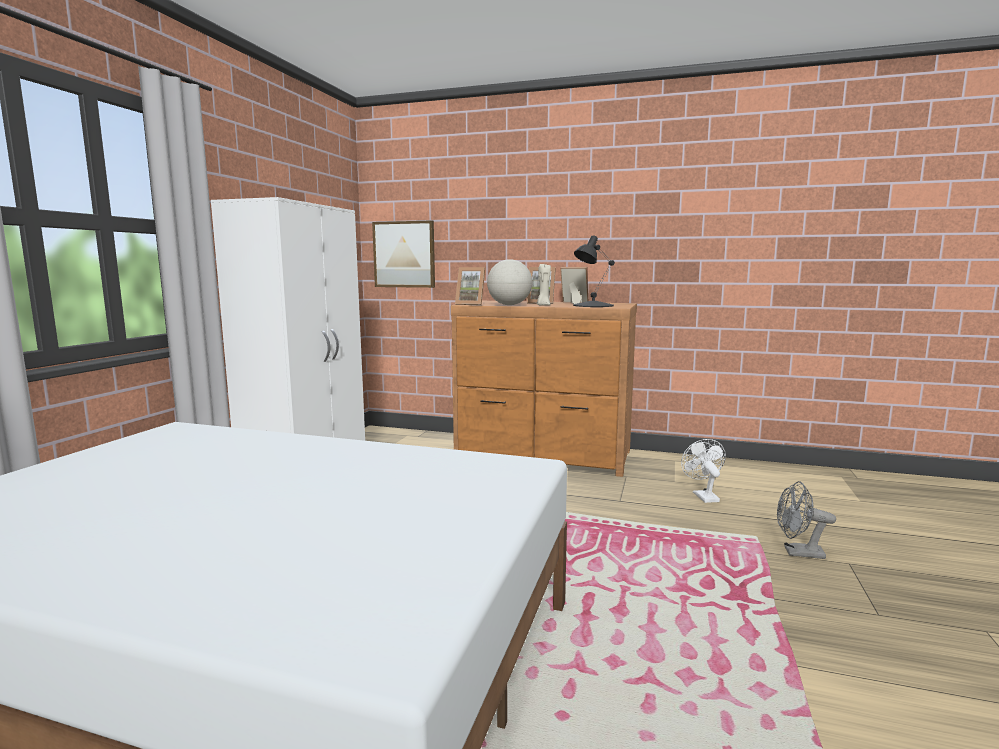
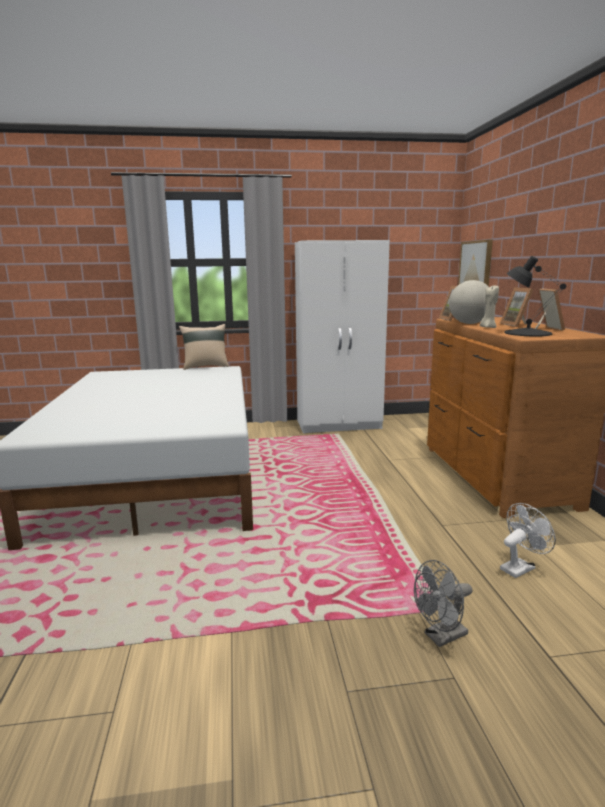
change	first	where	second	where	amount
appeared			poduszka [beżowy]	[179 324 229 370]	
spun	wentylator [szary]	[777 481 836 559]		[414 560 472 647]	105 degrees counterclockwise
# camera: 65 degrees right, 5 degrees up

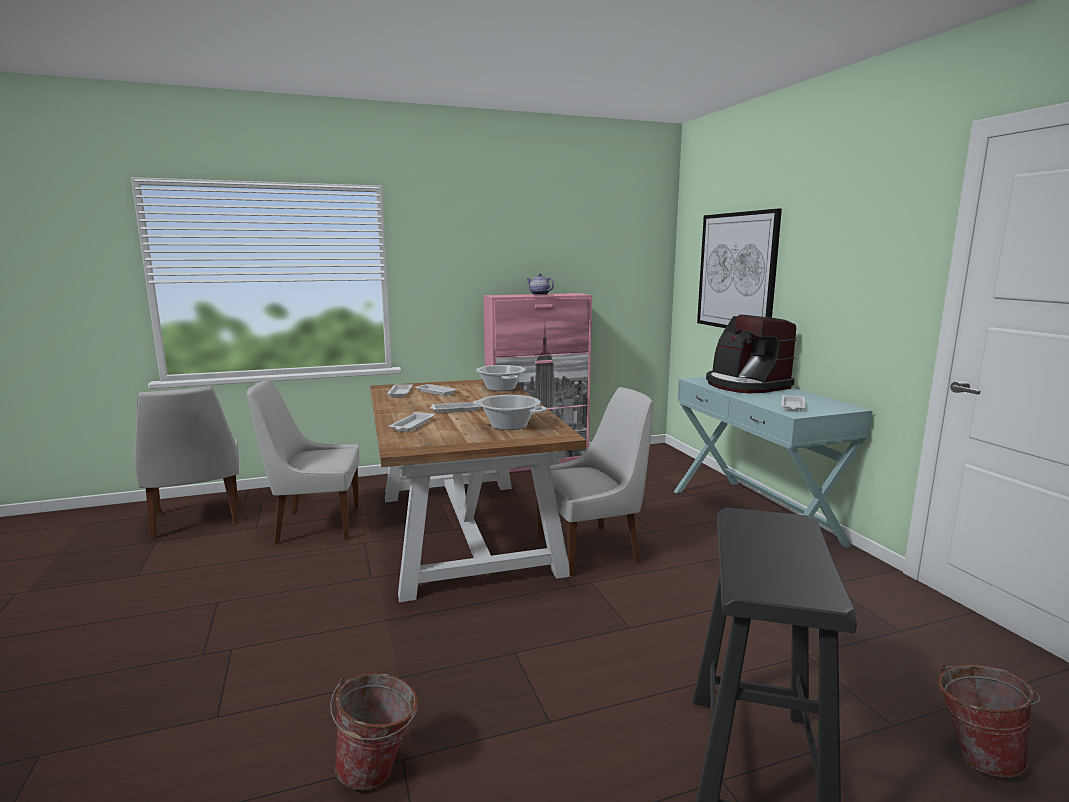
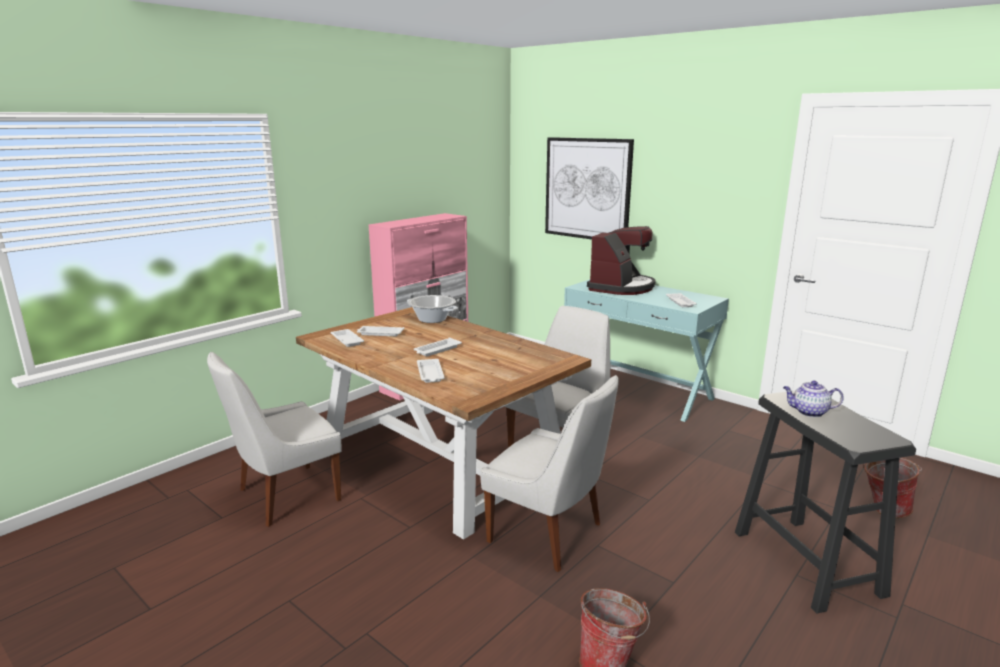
change	first	where	second	where	amount
relocated	krzesło [biały]	[134 387 239 539]		[480 375 619 572]	
spun	ekspres do kawy	[706 314 796 393]		[587 226 656 295]	90 degrees counterclockwise
relocated	imbryk	[527 274 554 295]		[783 381 843 417]	
missing	garnek	[473 395 547 430]			
# camera: 30 degrees left, 5 degrees up

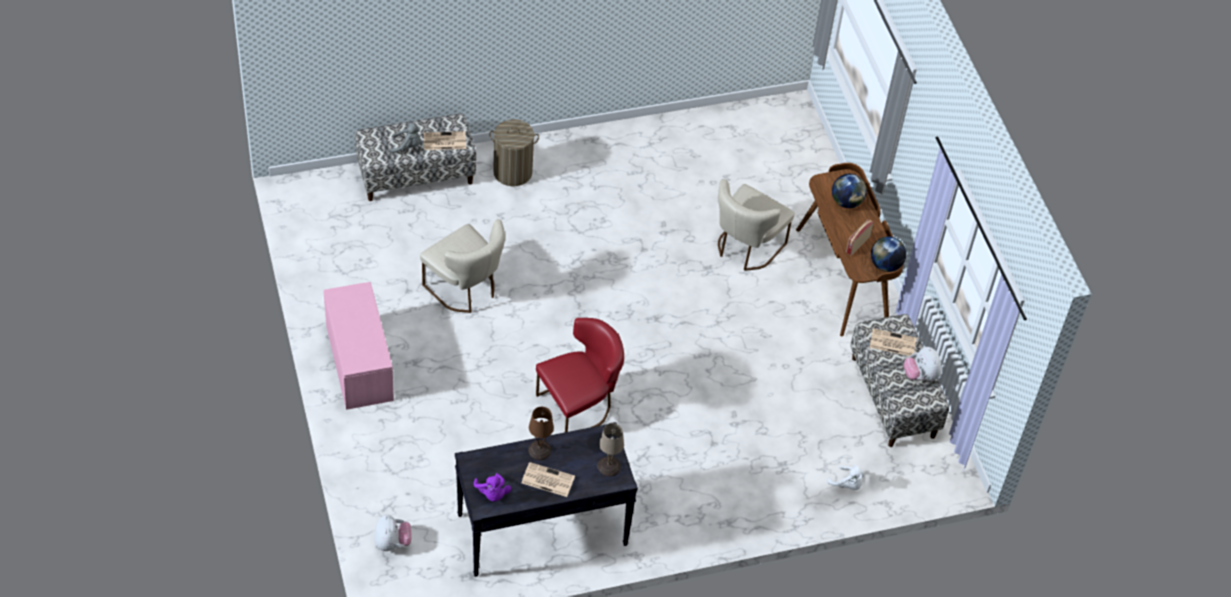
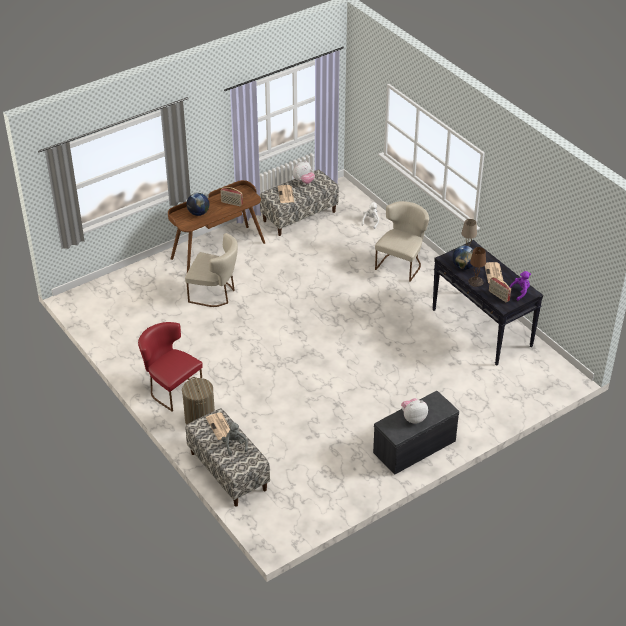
change	first	where	second	where	amount
relocated	krzesło [czerwony]	[536 318 624 432]		[138 322 202 412]	
colour	ławka [różowy]	[324 282 394 410]	ławka [szary]	[373 391 459 475]	
relocated	krzesło [beżowy]	[420 219 505 313]		[375 201 429 282]	
relocated	pluszak	[374 515 412 551]		[401 398 428 423]	
relocated	globus	[871 236 906 272]		[452 245 473 270]	
appeared			radio	[489 277 511 302]	
# camera: 105 degrees left, 10 degrees down

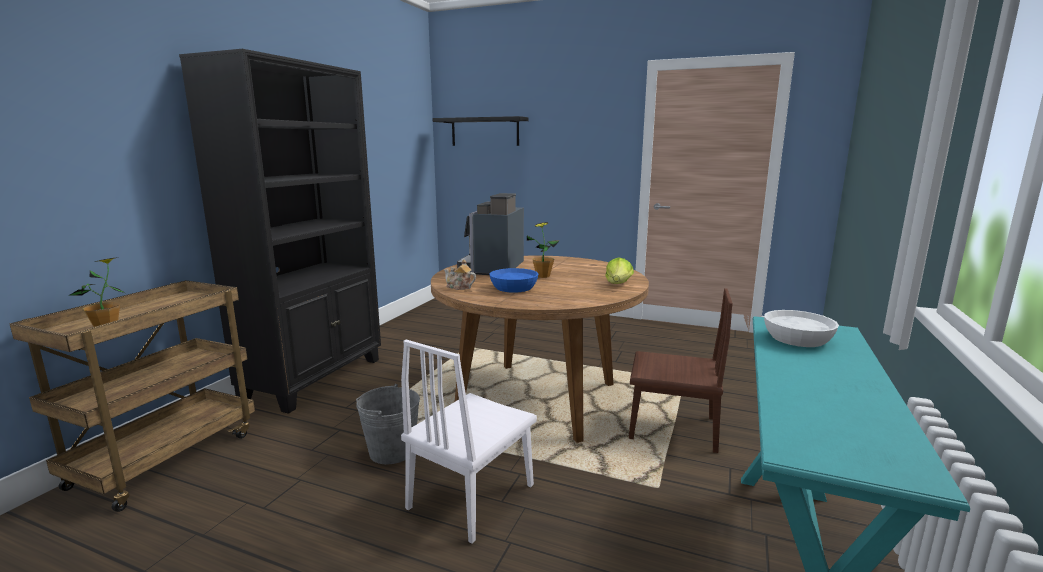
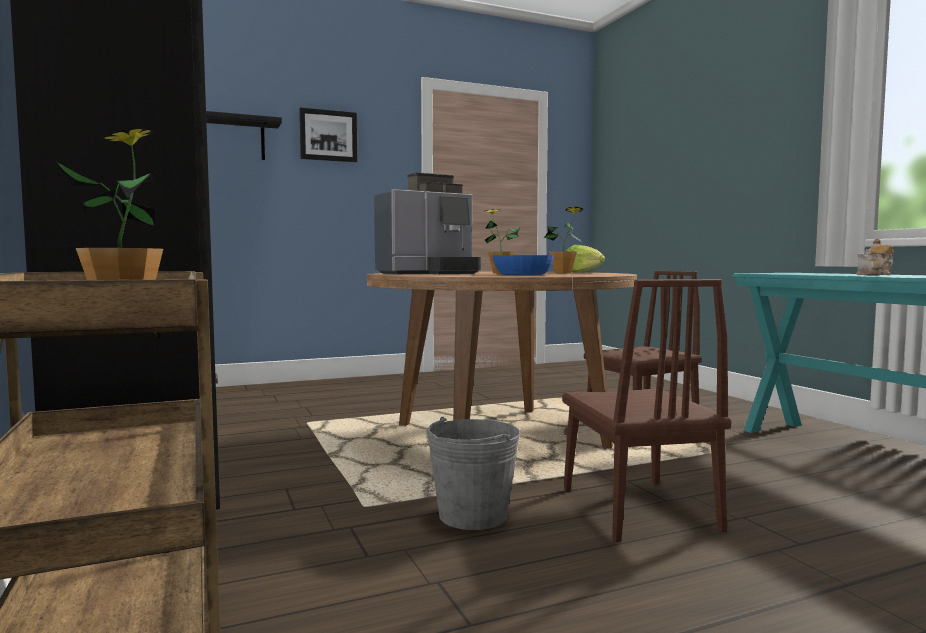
change	first	where	second	where	amount
appeared			obraz	[299 108 357 162]	
spun	ekspres do kawy	[457 193 524 275]		[374 172 481 274]	90 degrees counterclockwise
appeared			roślina doniczkowa	[544 207 584 274]	
colour	krzesło [biały]	[401 340 537 544]	krzesło [brązowy]	[562 279 731 542]	
relocated	imbryk	[444 259 476 290]		[856 238 894 275]	
missing	miska [biały]	[764 310 839 347]			
# camera: 45 degrees left, 10 degrees down

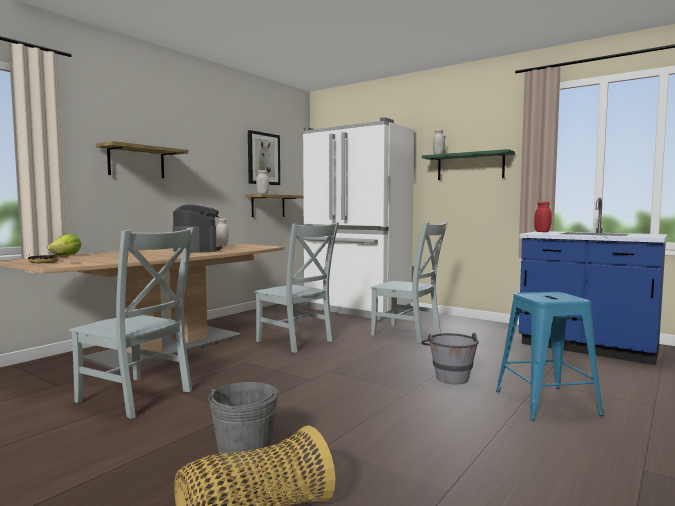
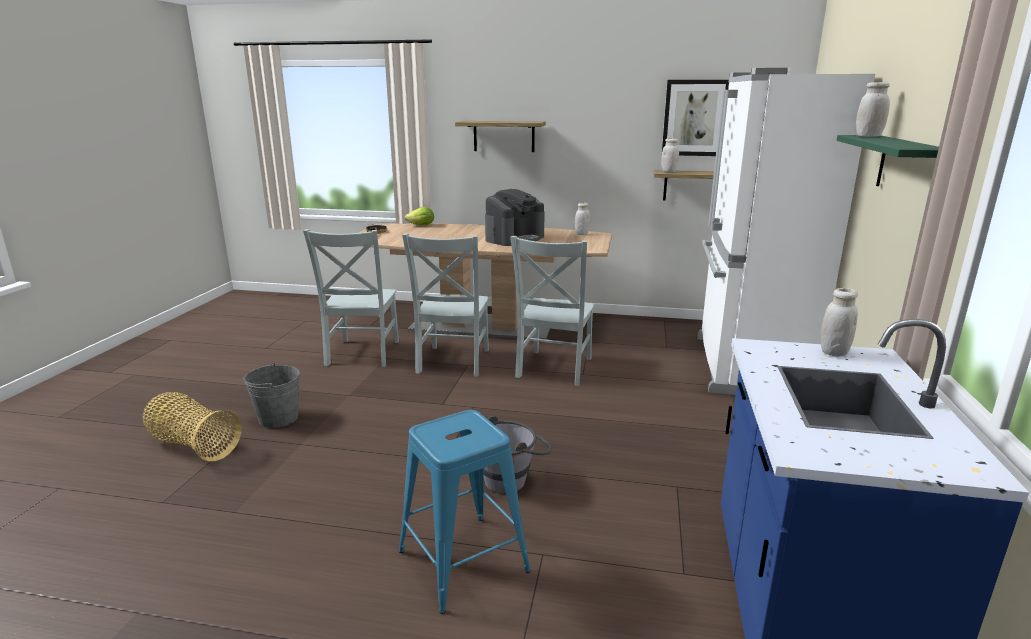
change	first	where	second	where	amount
relocated	krzesło [szary]	[371 221 448 343]		[402 233 489 377]	
colour	słoik [czerwony]	[534 202 552 232]	słoik [biały]	[821 288 858 356]	
# camera: 65 degrees right, 15 degrees up

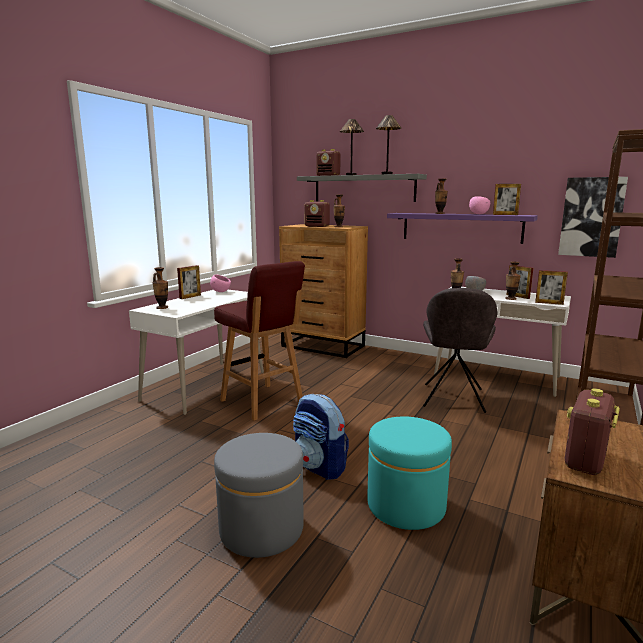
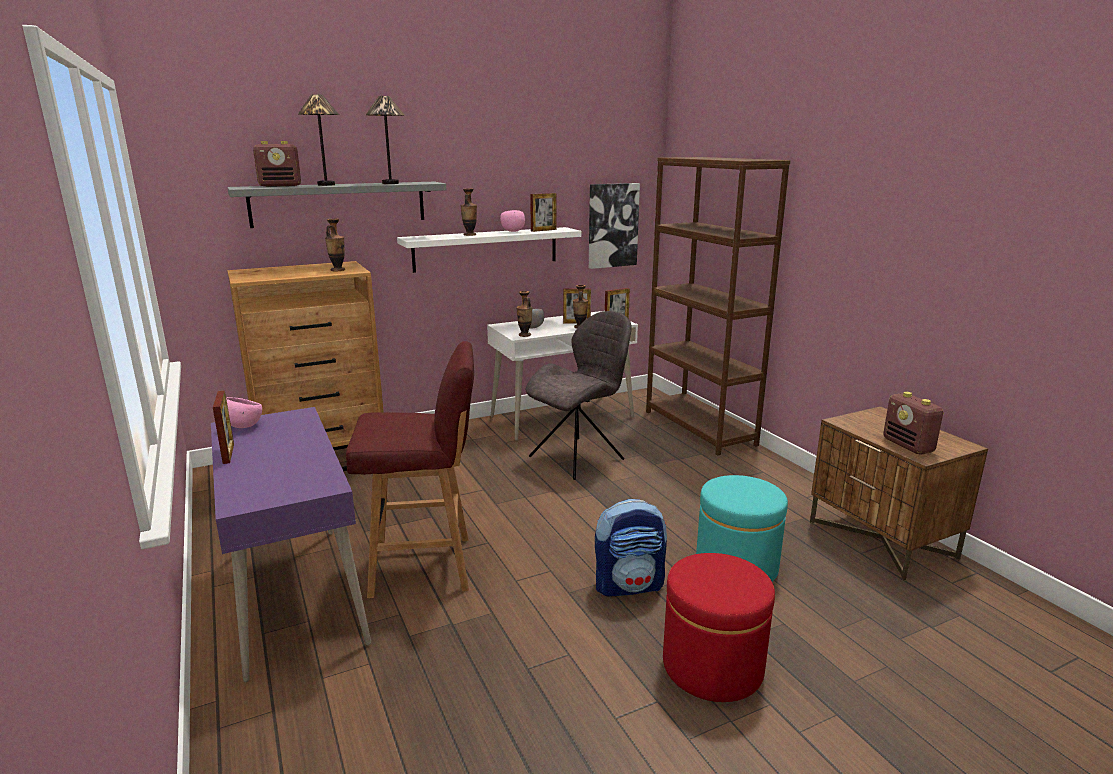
change	first	where	second	where	amount
colour	biurko [biały]	[129 290 264 415]	biurko [fioletowy]	[211 407 371 682]	
colour	półka [fioletowy]	[387 213 538 244]	półka [biały]	[397 227 581 273]	
spun	krzesło [szary]	[423 288 497 413]		[526 311 632 480]	90 degrees counterclockwise
colour	pufa [szary]	[214 433 304 558]	pufa [czerwony]	[663 553 775 702]	
missing	wazon	[152 267 168 309]			
missing	radio	[304 200 330 227]			
# camera: 55 degrees left, 5 degrees up

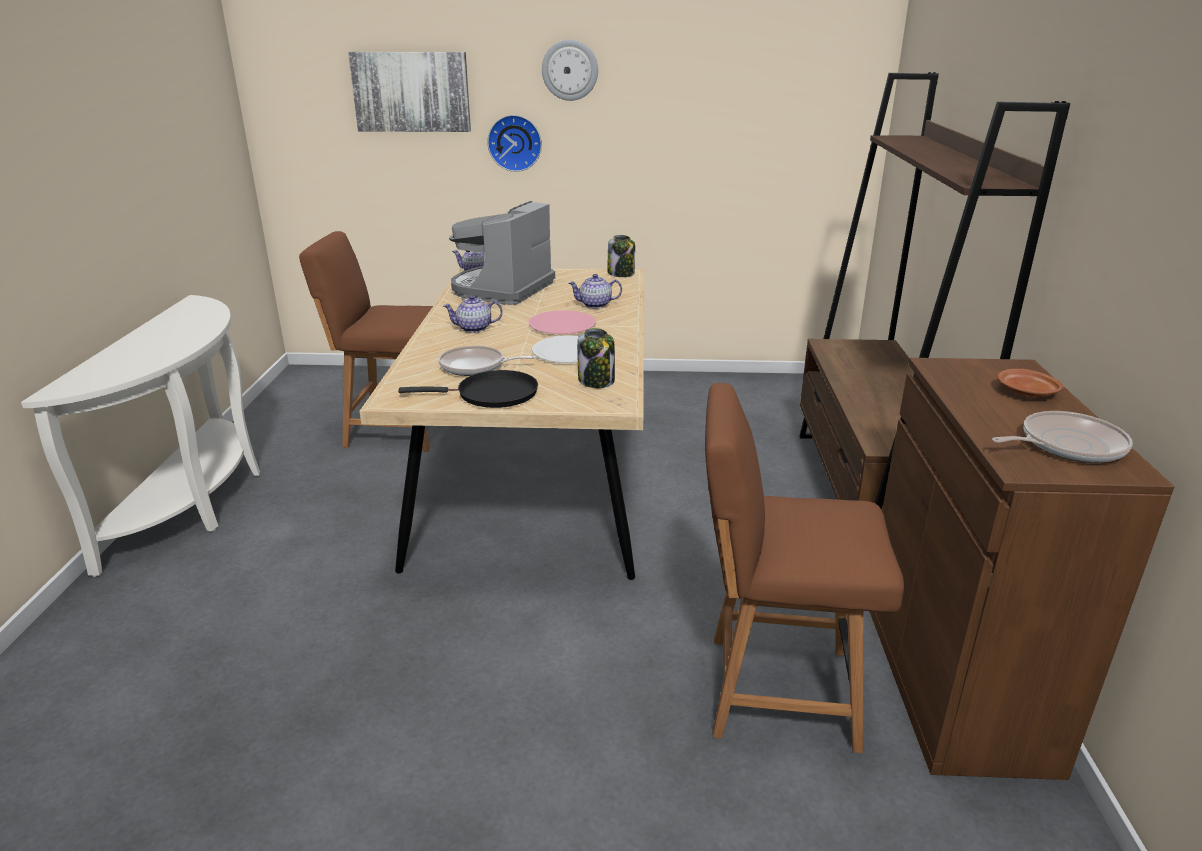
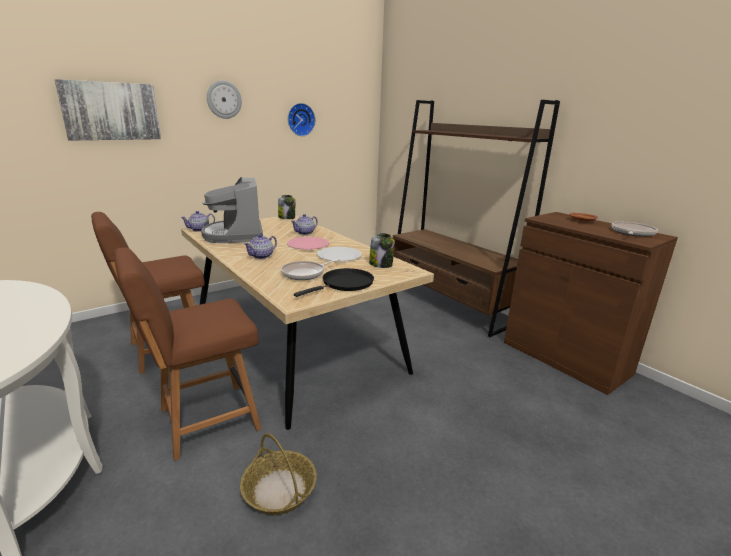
change	first	where	second	where	amount
relocated	krzesło [brązowy]	[705 383 904 753]		[114 247 261 461]	
appeared			koszyk	[240 433 317 515]	
relocated	zegar ścienny	[487 115 542 172]		[288 103 315 136]	
# camera: 40 degrees left, 5 degrees down

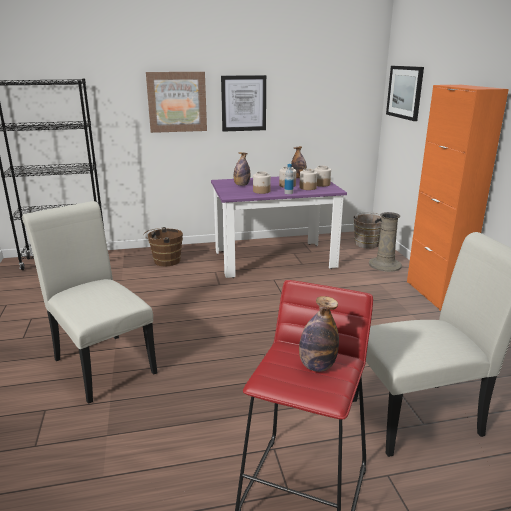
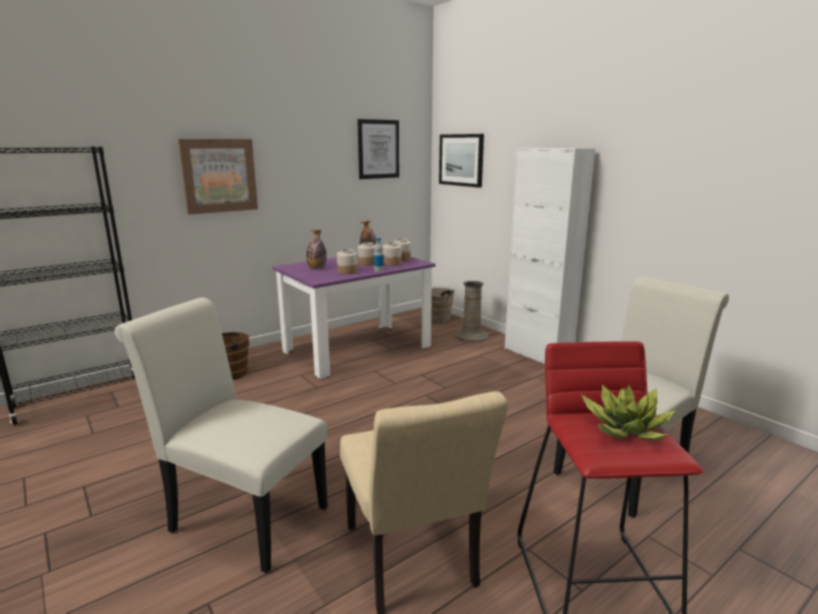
change	first	where	second	where	amount
appeared			krzesło [beżowy]	[340 391 508 614]	
relocated	obraz	[221 75 266 132]		[357 119 399 179]	
colour	szafka [pomarańczowy]	[407 85 509 311]	szafka [biały]	[505 148 596 364]	
exchanged	butelka	[299 296 339 372]	roślina doniczkowa	[581 384 676 440]	
# camera: 25 degrees left, 5 degrees down

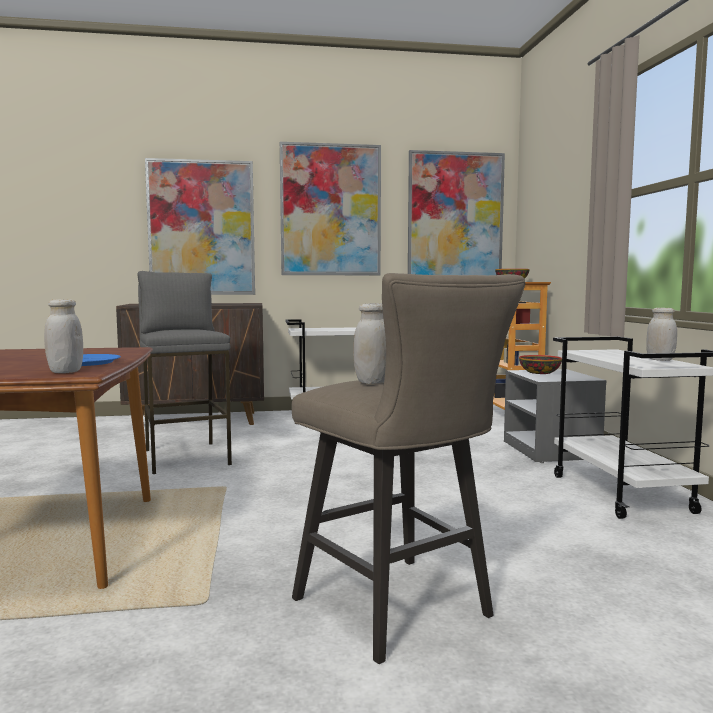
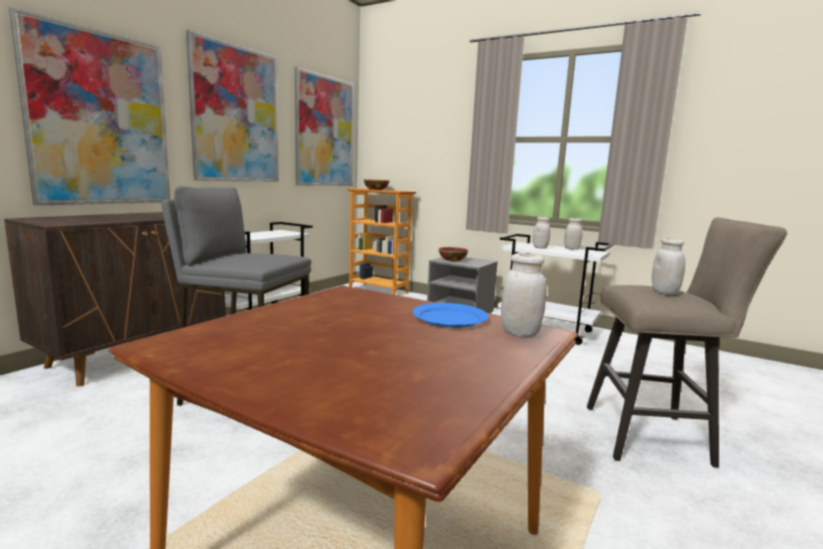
change	first	where	second	where	amount
appeared			słoik [biały]	[533 217 550 249]	
# camera: 50 degrees left, 5 degrees up

